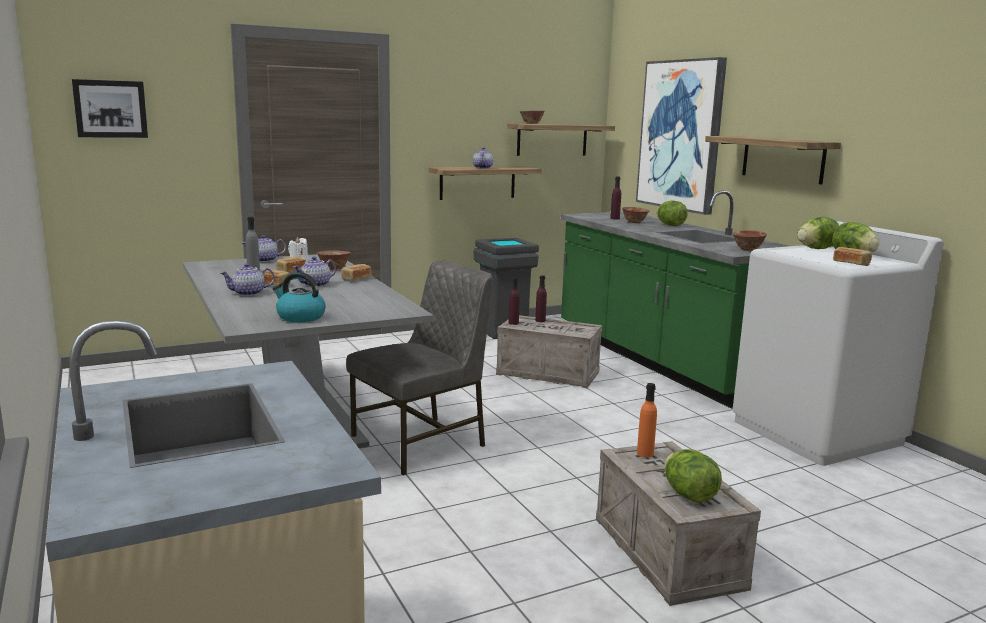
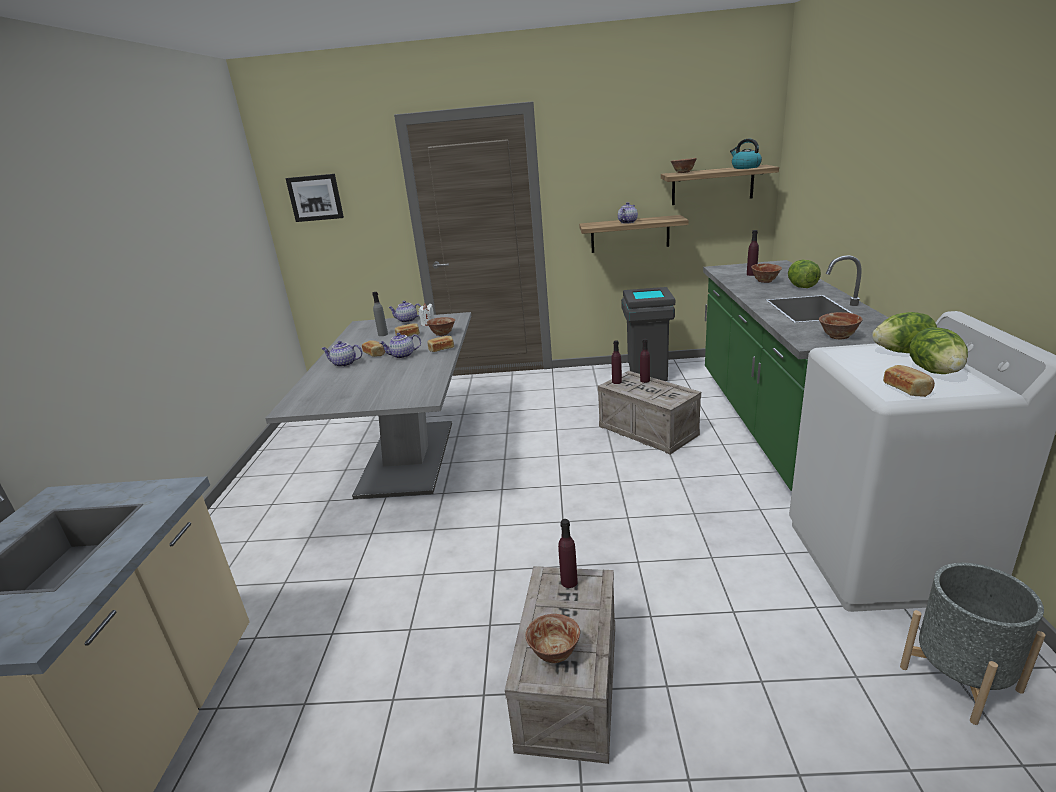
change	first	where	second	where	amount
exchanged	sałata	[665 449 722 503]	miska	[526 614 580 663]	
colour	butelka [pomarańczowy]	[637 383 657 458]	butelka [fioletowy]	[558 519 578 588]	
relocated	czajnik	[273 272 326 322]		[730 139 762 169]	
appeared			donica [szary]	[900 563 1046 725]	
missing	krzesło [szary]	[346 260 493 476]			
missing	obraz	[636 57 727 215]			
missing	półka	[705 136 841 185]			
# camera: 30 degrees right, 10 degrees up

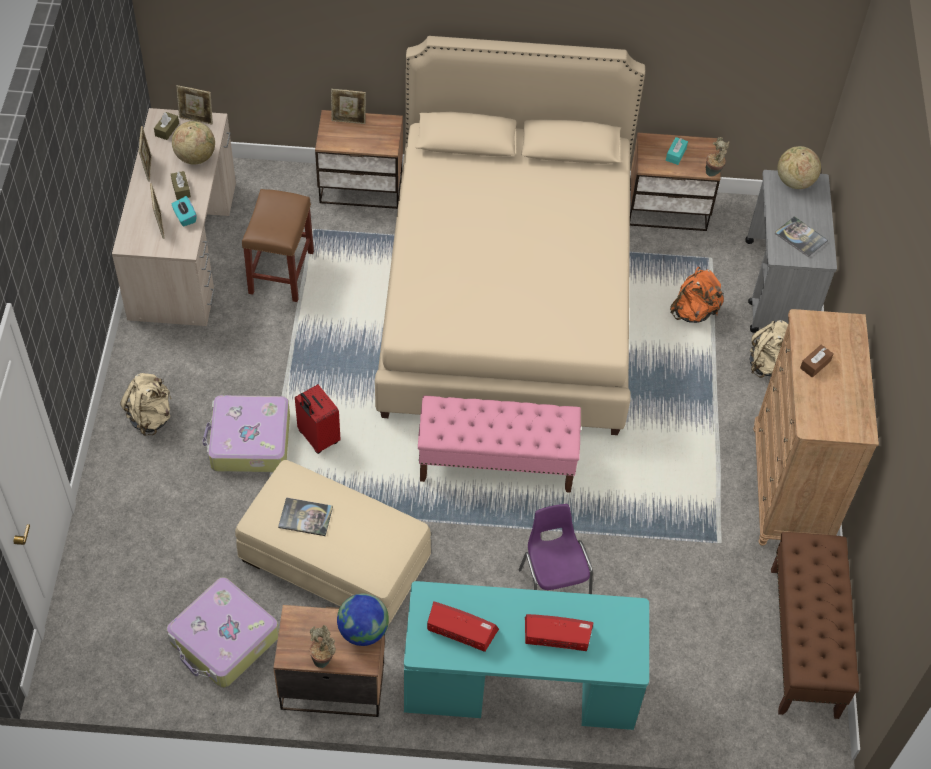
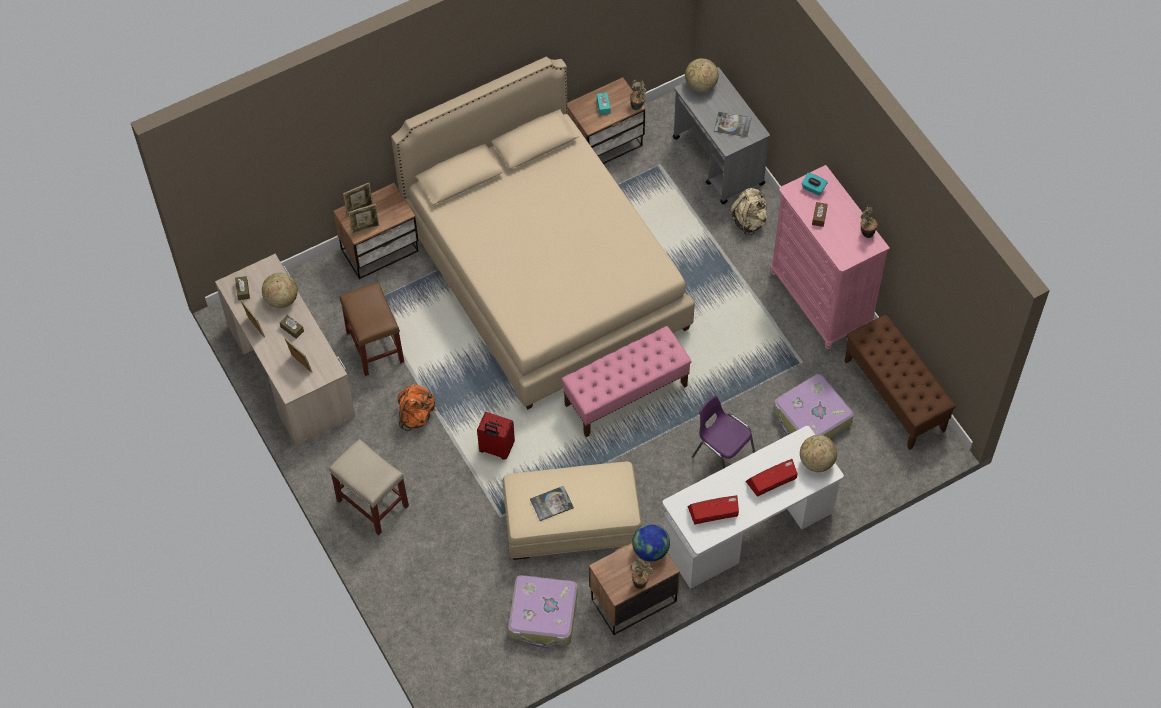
change	first	where	second	where	amount
exchanged	plecak [beżowy]	[120 373 171 436]	stołek [beżowy]	[329 439 409 535]	
relocated	ramka na zdjęcie	[176 85 213 125]		[348 204 380 234]	
relocated	plecak [pomarańczowy]	[670 267 724 323]		[398 384 436 431]	
colour	biurko [turkusowy]	[404 581 649 730]	biurko [biały]	[662 426 844 589]	
colour	komoda [brązowy]	[753 309 879 546]	komoda [różowy]	[771 165 890 349]	
relocated	walizka	[203 395 290 472]		[773 374 854 439]	
appeared			globus	[800 435 837 472]	
relocated	pudełko chusteczek [turkusowy]	[172 196 197 226]		[802 173 828 195]	
appeared			roślina doniczkowa	[860 207 878 238]	
# camera: 30 degrees left, 5 degrees up

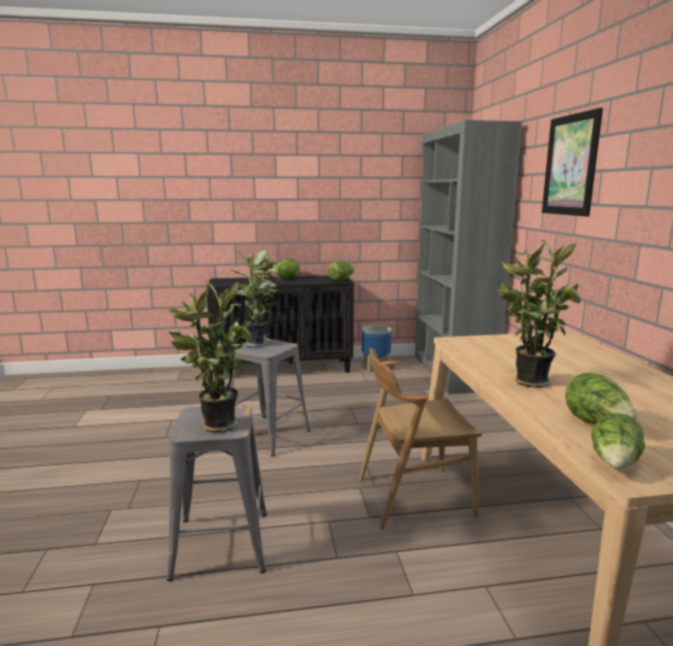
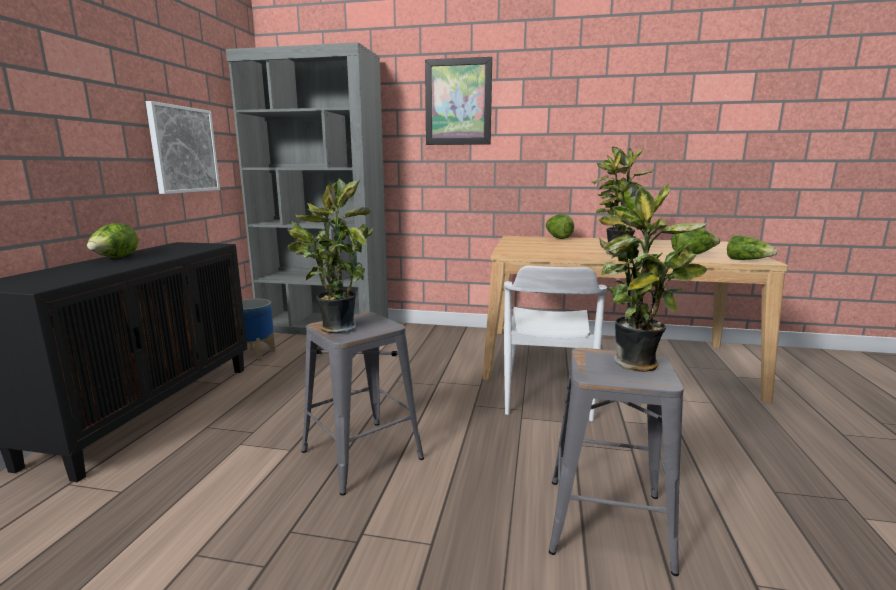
change	first	where	second	where	amount
appeared			obraz	[145 101 220 194]	
colour	krzesło [brązowy]	[359 348 482 530]	krzesło [biały]	[504 265 607 422]	
relocated	sałata	[328 261 355 281]		[546 214 574 239]	
# camera: 70 degrees left, 0 degrees up

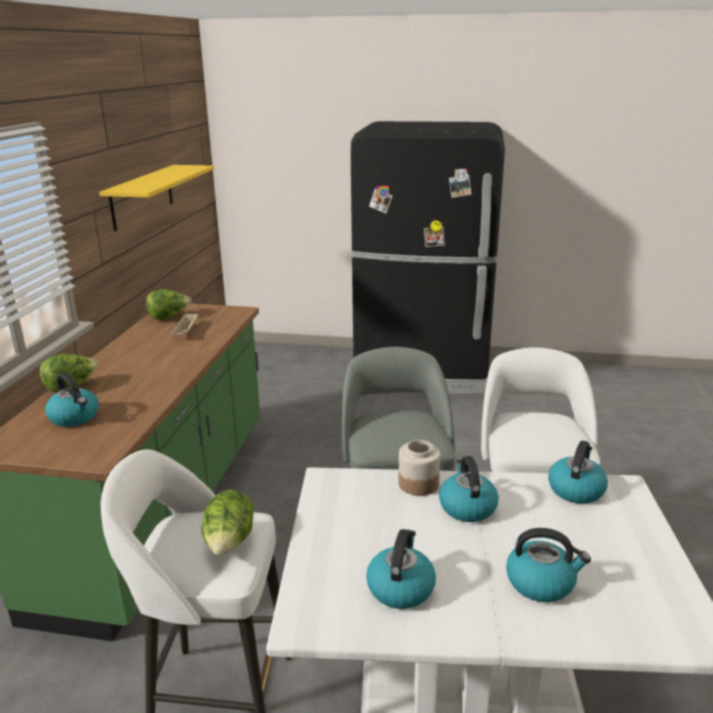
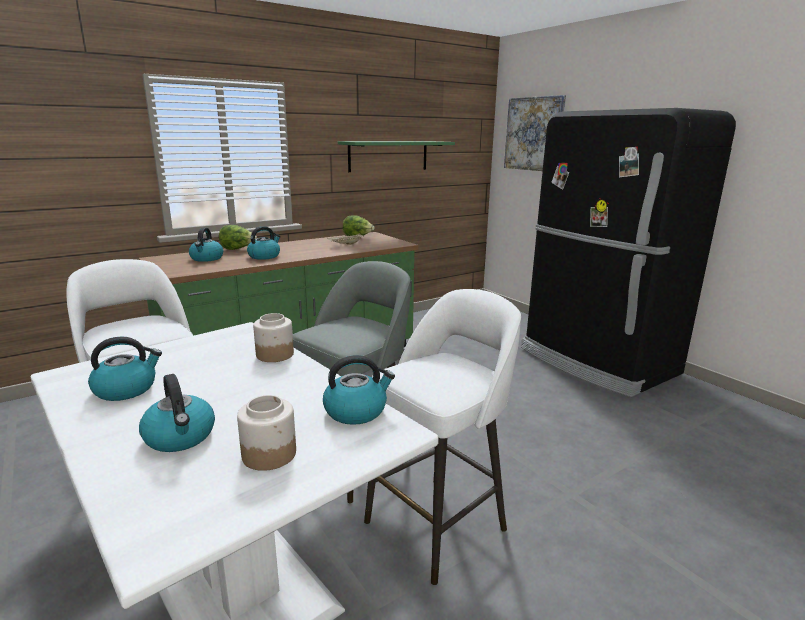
change	first	where	second	where	amount
appeared			słoik	[237 395 296 471]	
relocated	czajnik	[439 456 499 522]		[247 226 281 260]	
colour	półka [żółty]	[99 165 214 231]	półka [zielony]	[338 141 455 172]	
appeared			obraz	[504 95 566 171]	
missing	sałata	[201 490 254 555]			
# camera: 45 degrees right, 5 degrees down

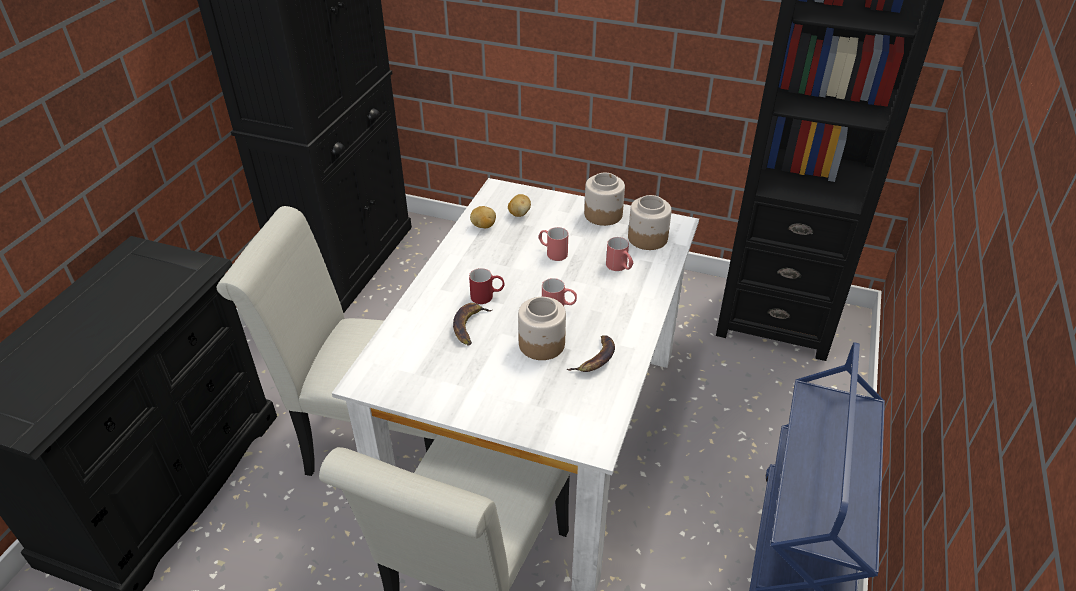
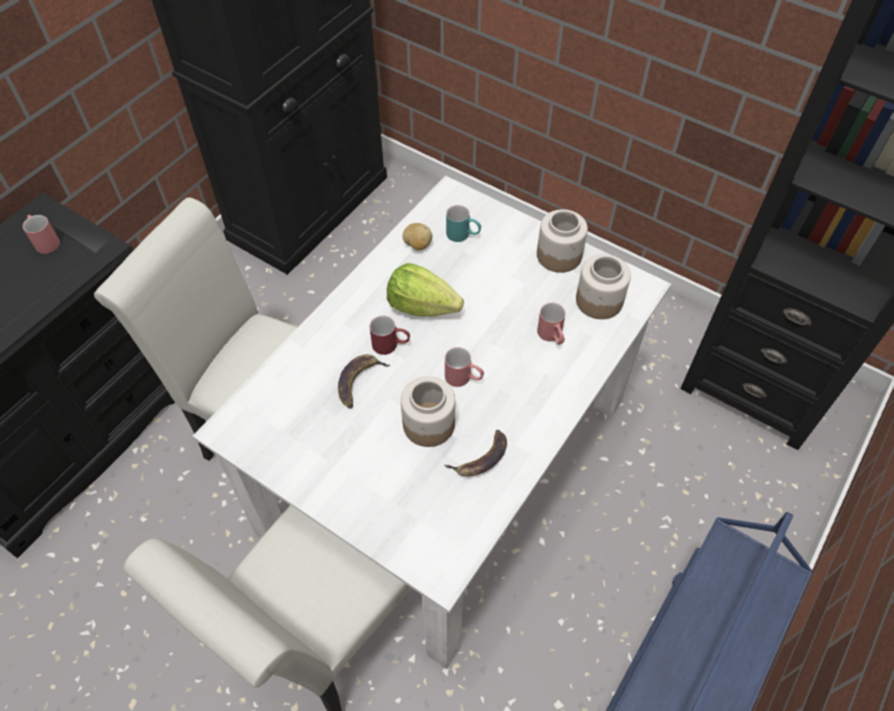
change	first	where	second	where	amount
relocated	kubek [czerwony]	[538 227 568 261]		[23 215 60 254]	
appeared			sałata	[387 263 464 317]	
exchanged	ziemniak	[508 194 531 217]	kubek [turkusowy]	[446 205 481 242]	
# camera: 15 degrees right, 15 degrees up

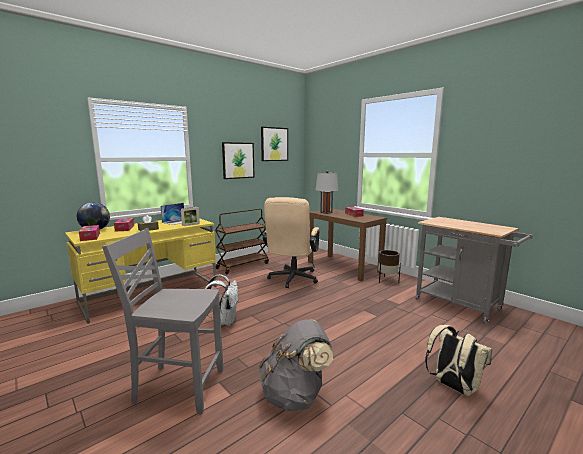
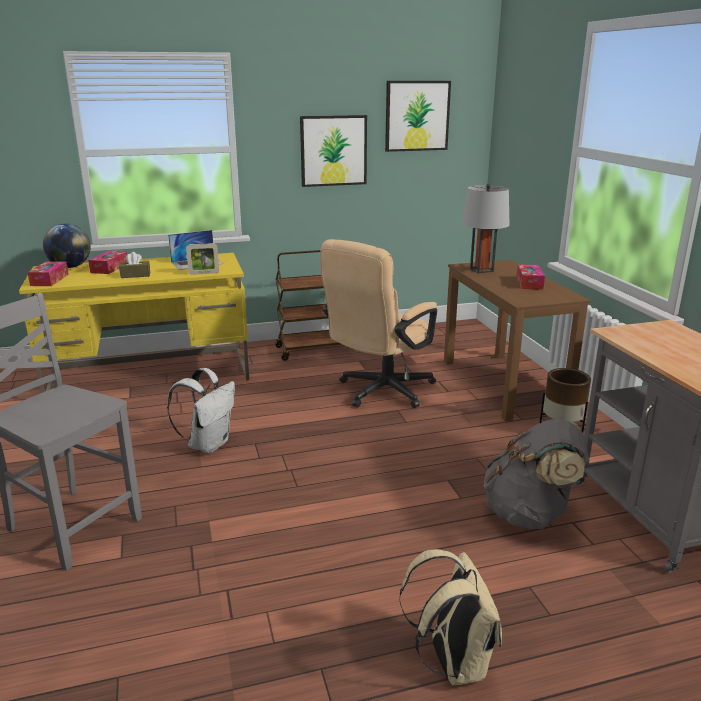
change	first	where	second	where	amount
relocated	plecak [szary]	[259 319 333 411]		[484 419 588 529]	
# camera: 25 degrees right, 10 degrees up

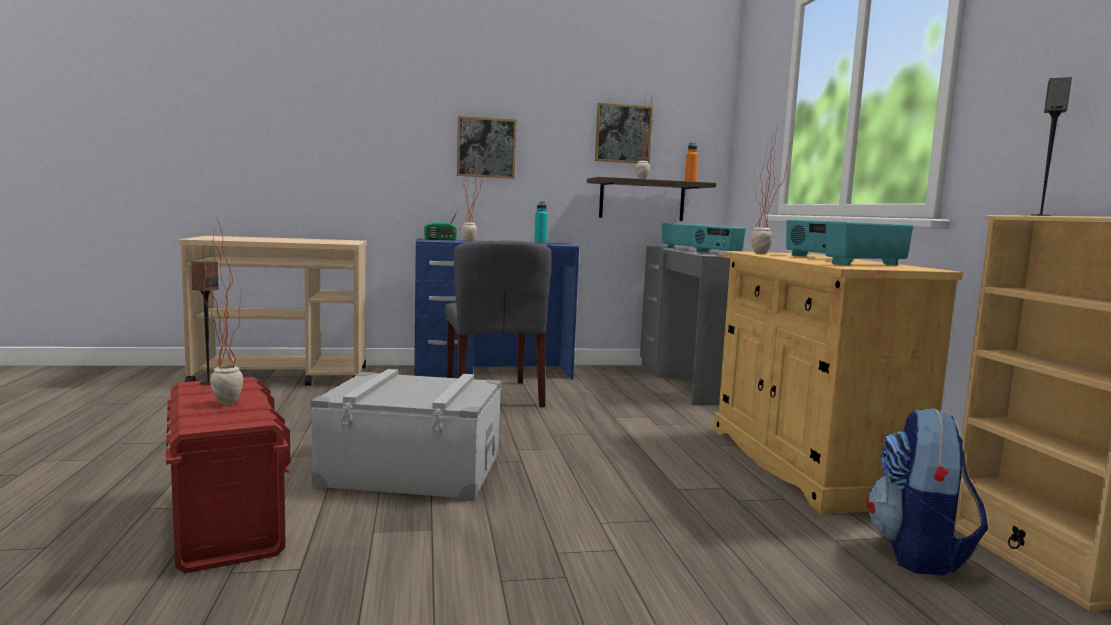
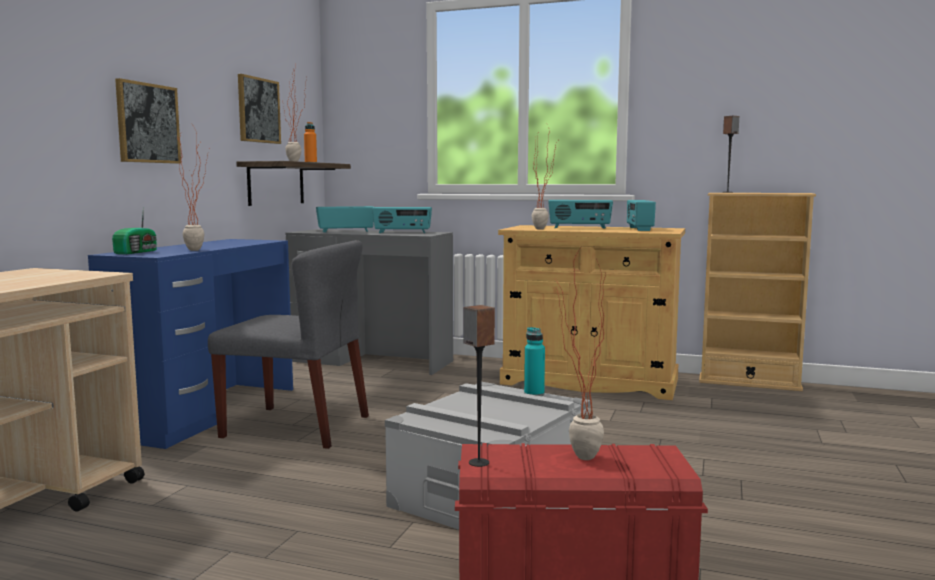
change	first	where	second	where	amount
relocated	butelka [turkusowy]	[534 201 548 244]		[524 327 545 396]	
missing	plecak	[867 408 988 576]			
# camera: 60 degrees left, 0 degrees up

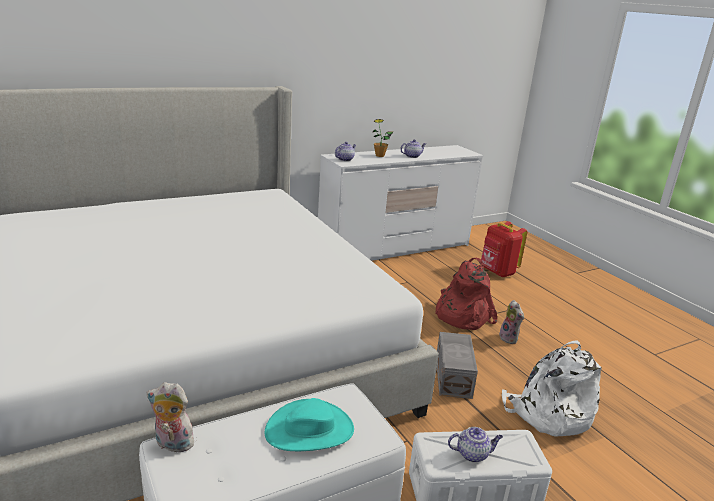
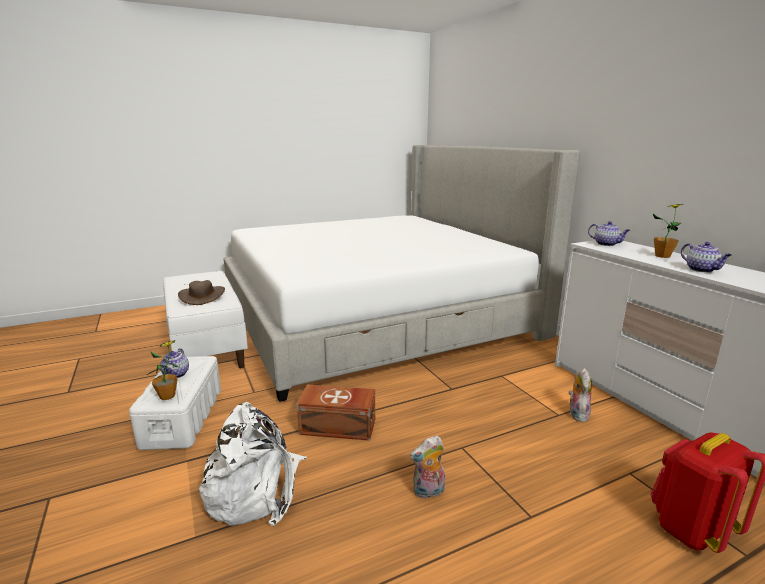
change	first	where	second	where	amount
appeared			roślina doniczkowa	[147 340 179 400]	
colour	kapelusz [turkusowy]	[265 398 354 451]	kapelusz [brązowy]	[178 280 225 305]	
colour	pojemnik do przechowywania [szary]	[437 332 478 399]	pojemnik do przechowywania [brązowy]	[296 384 375 441]	
relocated	pluszak	[147 382 194 452]		[568 368 592 422]	
missing	plecak [czerwony]	[435 258 497 330]			
# camera: 95 degrees right, 5 degrees down

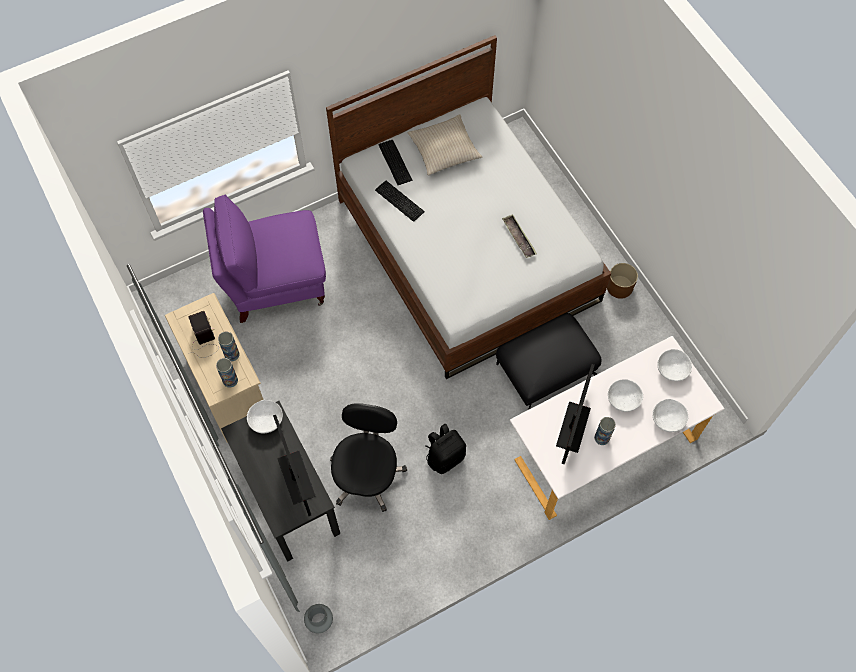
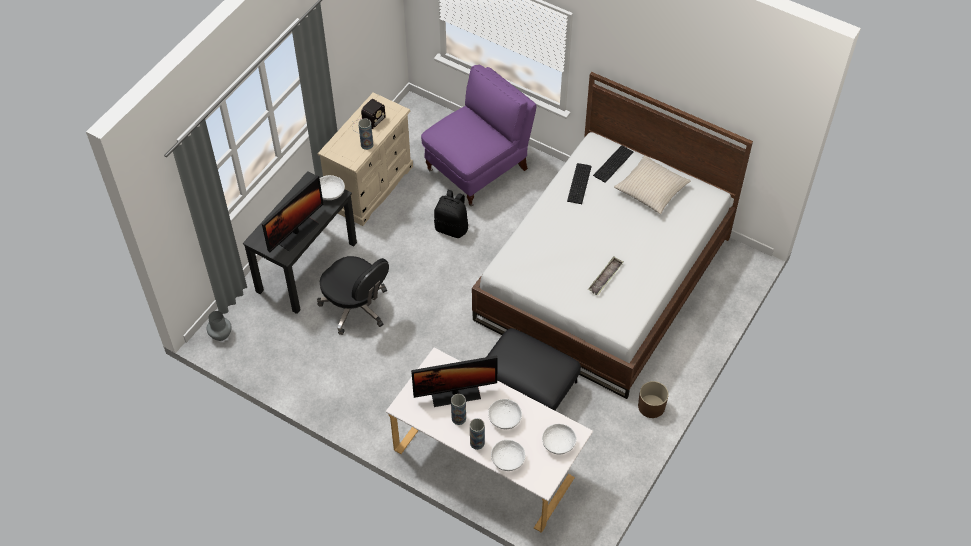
change	first	where	second	where	amount
spun	krzesło biurowe [czarny]	[330 403 407 512]		[317 256 389 335]	60 degrees clockwise
spun	fotel [fioletowy]	[203 194 326 323]		[421 64 536 206]	90 degrees clockwise
relocated	plecak [czarny]	[425 424 466 474]		[434 190 468 238]	
relocated	wazon	[216 358 238 388]		[470 418 485 450]	
# camera: 60 degrees right, 10 degrees down

